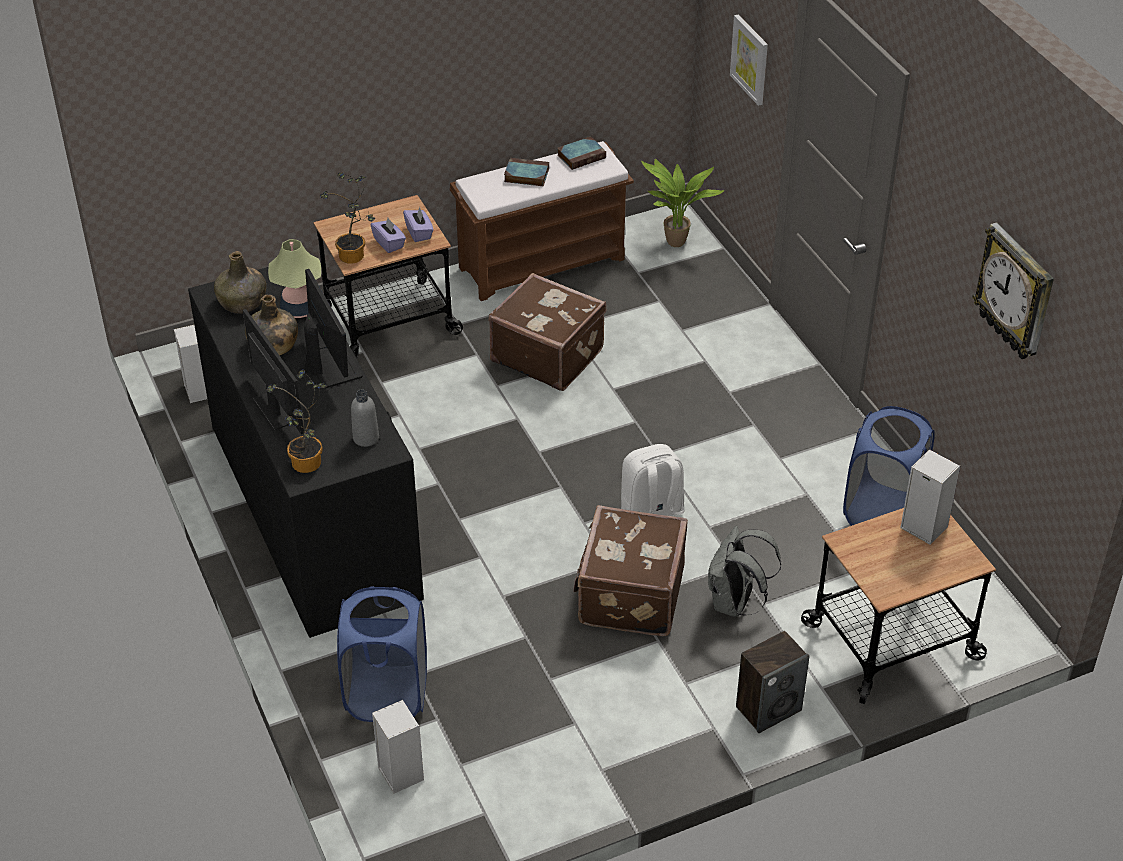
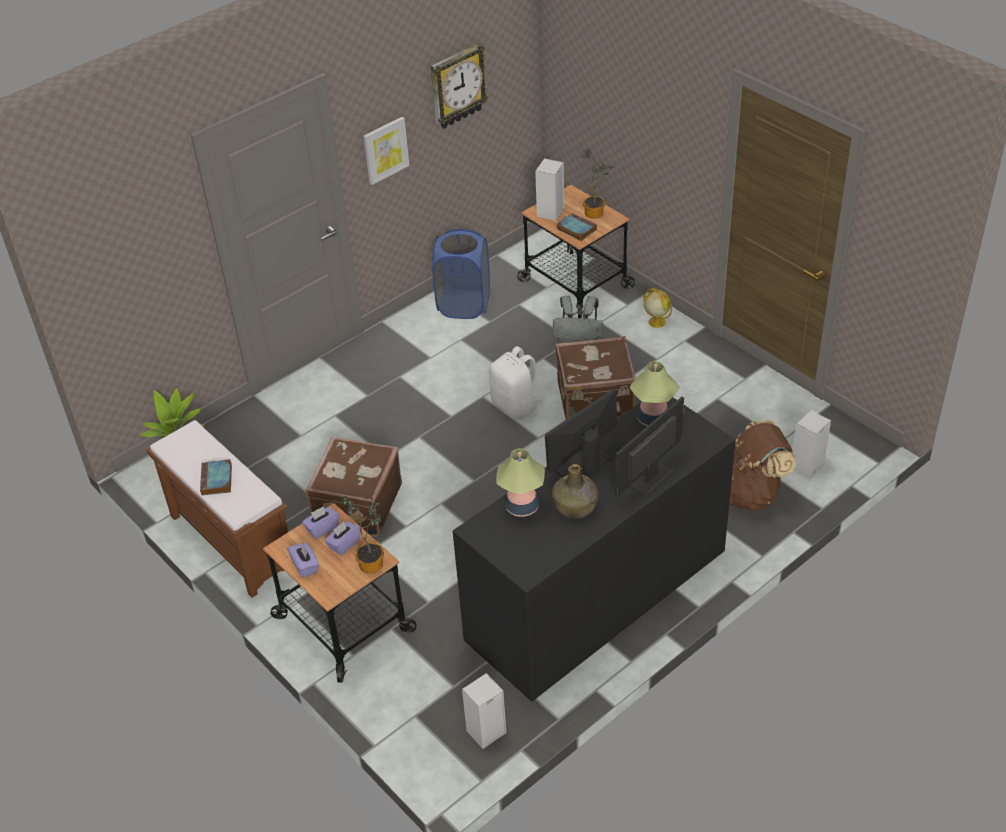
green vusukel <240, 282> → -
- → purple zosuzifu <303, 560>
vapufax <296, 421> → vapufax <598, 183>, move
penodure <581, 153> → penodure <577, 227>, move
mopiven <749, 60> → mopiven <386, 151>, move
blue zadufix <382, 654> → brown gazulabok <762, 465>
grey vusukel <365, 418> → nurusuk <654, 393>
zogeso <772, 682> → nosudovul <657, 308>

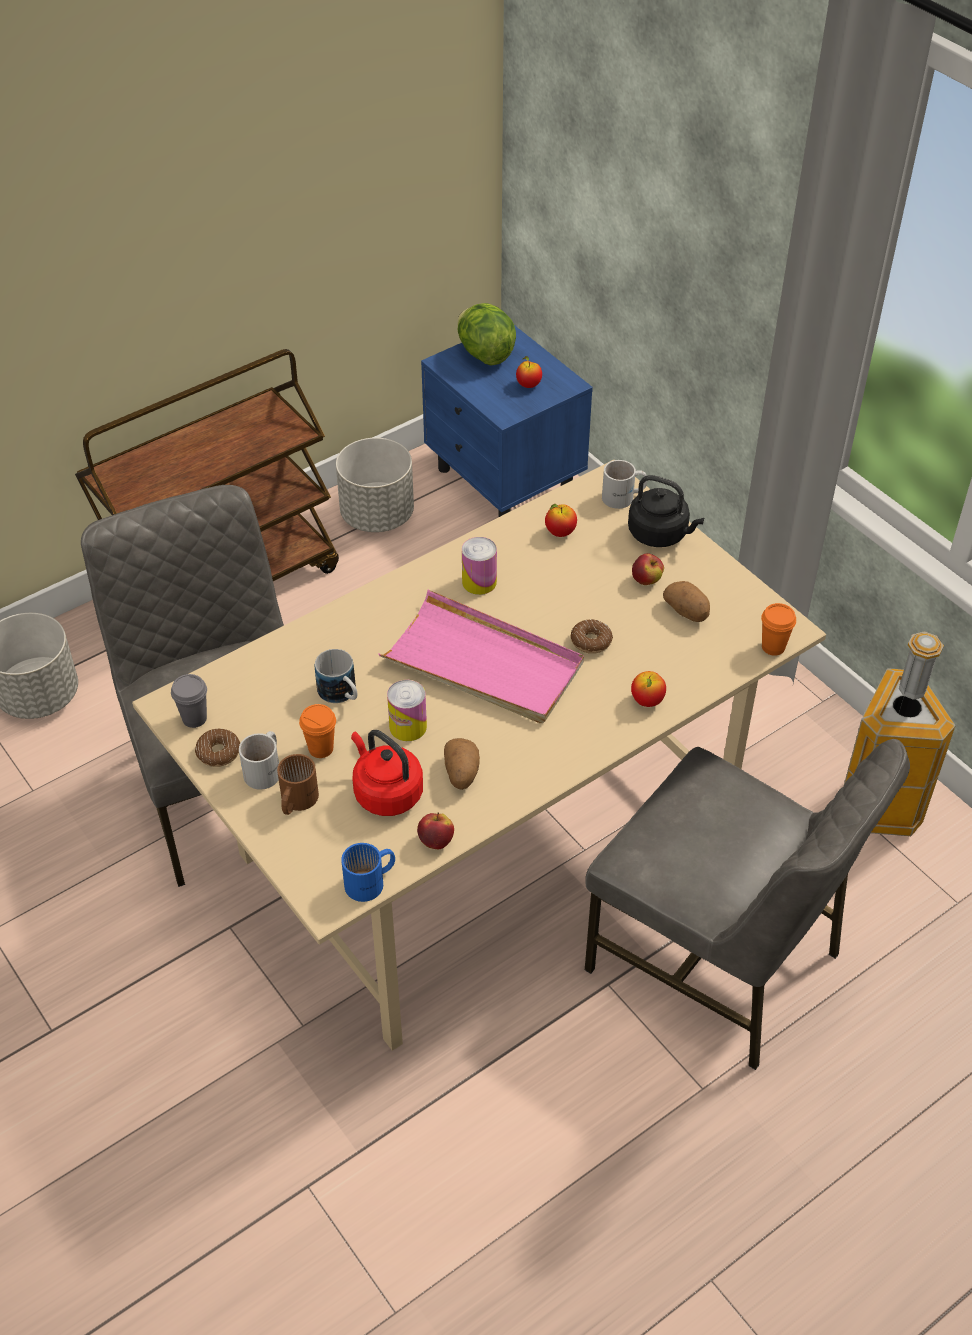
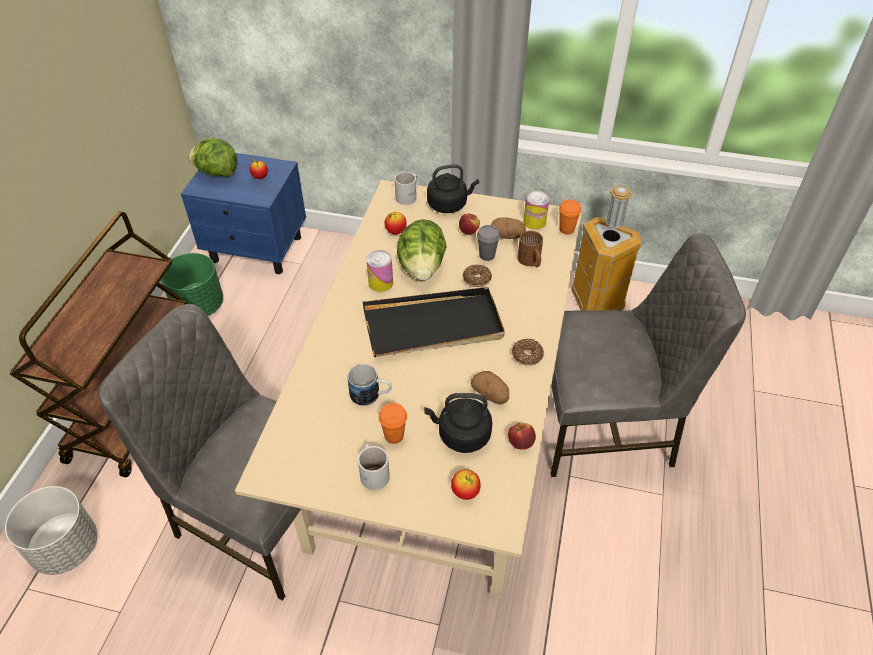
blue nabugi <368, 872> → -
- → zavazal <422, 250>
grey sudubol <189, 701> → grey sudubol <488, 243>, move
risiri <217, 748> → risiri <528, 352>, move
brown nabugi <298, 784> → brown nabugi <530, 249>, move
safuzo <407, 710> → safuzo <536, 210>, move
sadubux <648, 689> → sadubux <466, 484>, move
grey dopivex <375, 485> → green dopivex <192, 284>
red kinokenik <387, 773> → black kinokenik <458, 423>
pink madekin <481, 656> → black madekin <434, 322>

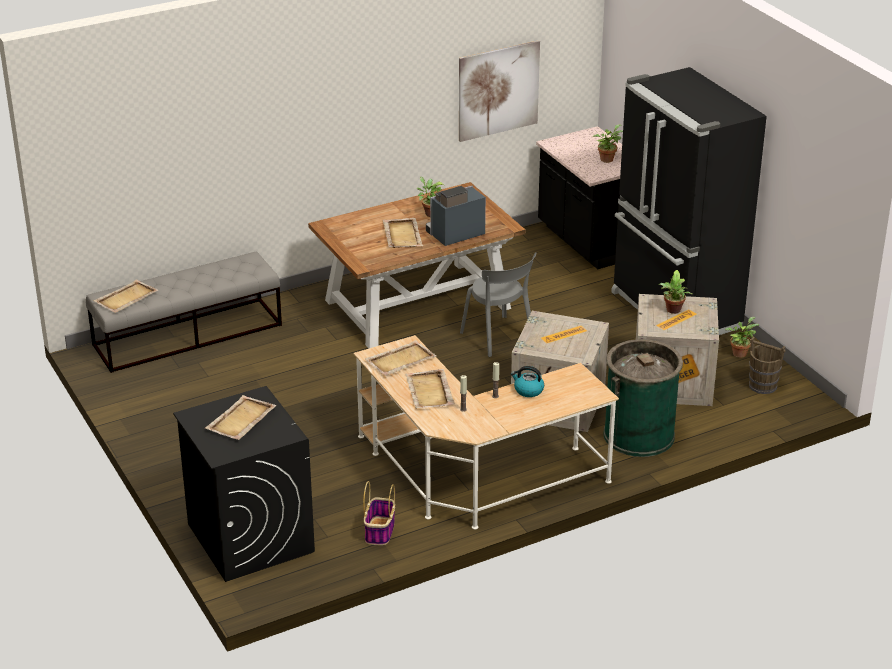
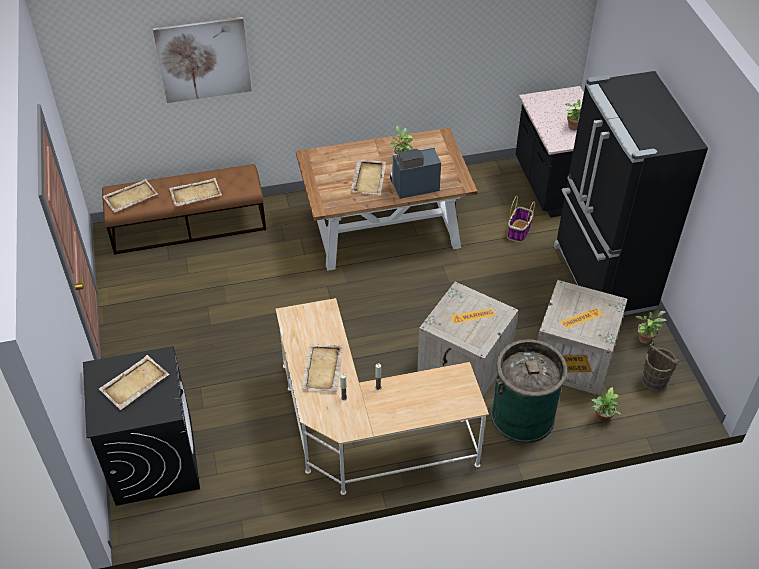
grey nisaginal <498, 304> → -
kinokenik <527, 381> → -
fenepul <379, 513> → fenepul <521, 219>, move
beige madekin <400, 358> → beige madekin <195, 192>, move
mopiven <499, 91> → mopiven <202, 60>, move
vapufax <676, 292> → vapufax <606, 405>, move
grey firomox <184, 312> → brown firomox <184, 209>

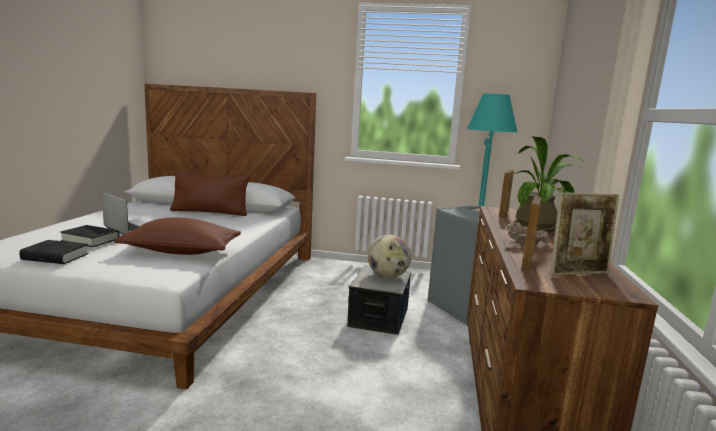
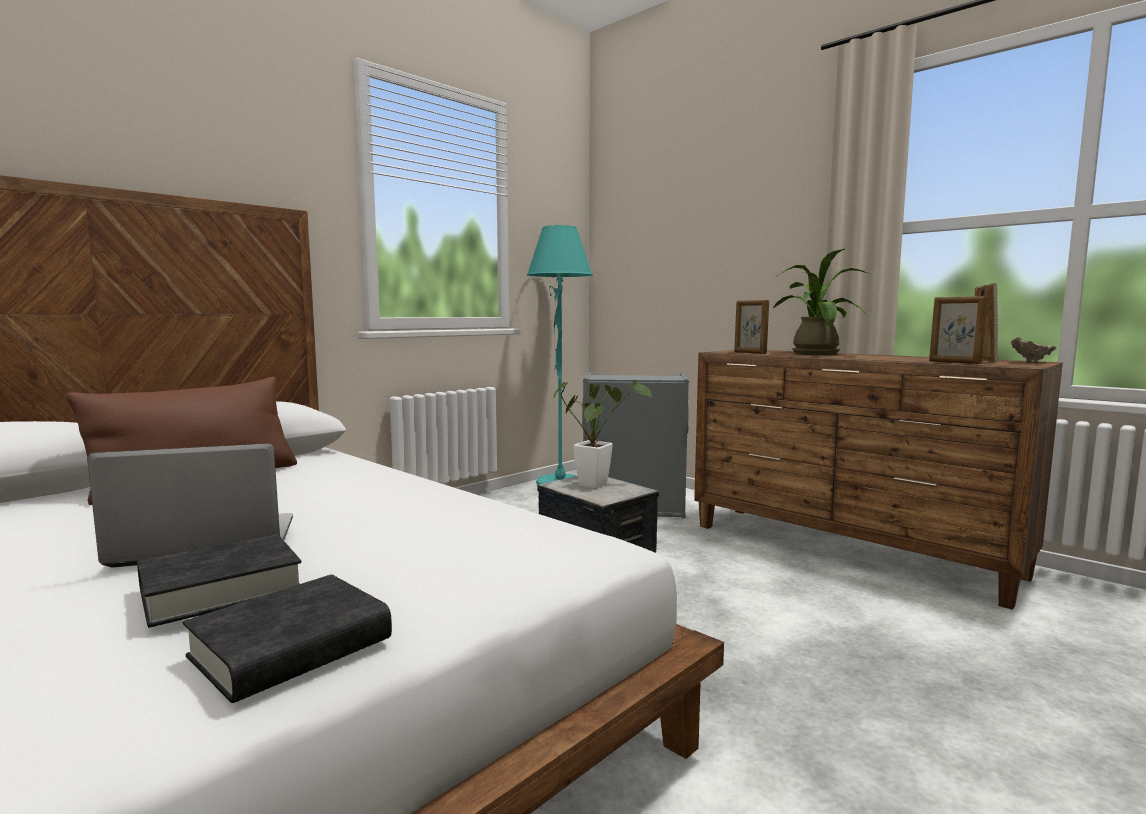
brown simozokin <177, 236> → -
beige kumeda <527, 233> → beige kumeda <1034, 349>, move
nosudovul <389, 256> → vapufax <602, 434>

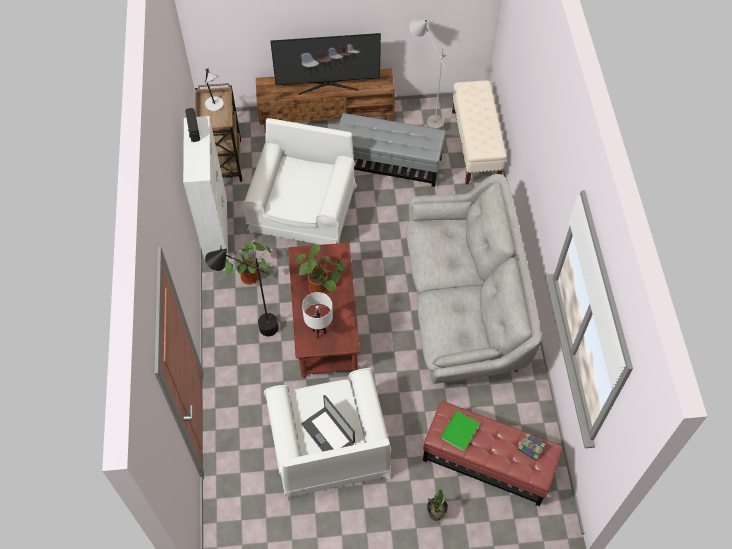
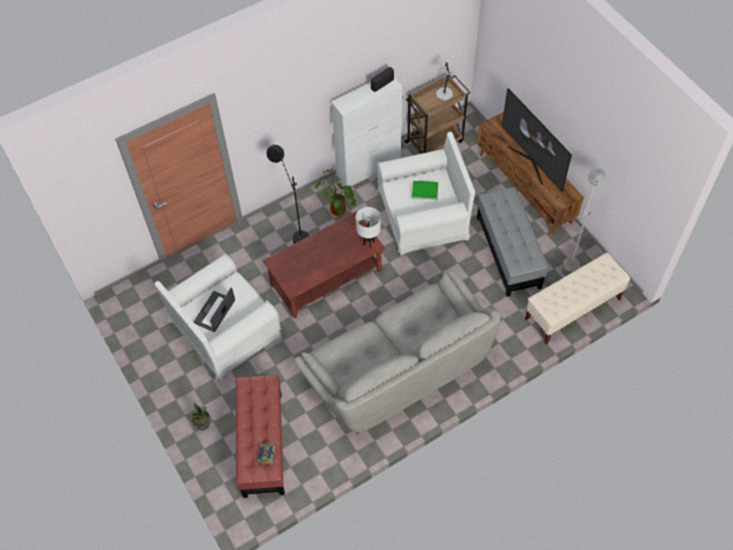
vapufax <319, 269> → -
white nurusuk <317, 315> → white nurusuk <368, 227>, move
green penodure <460, 431> → green penodure <425, 190>, move

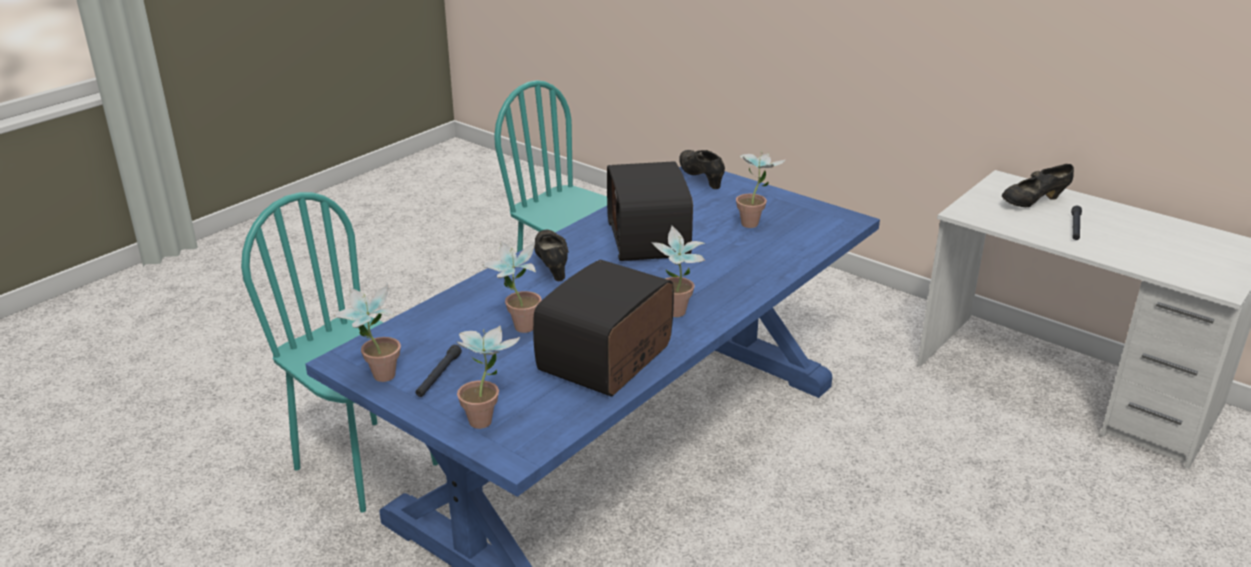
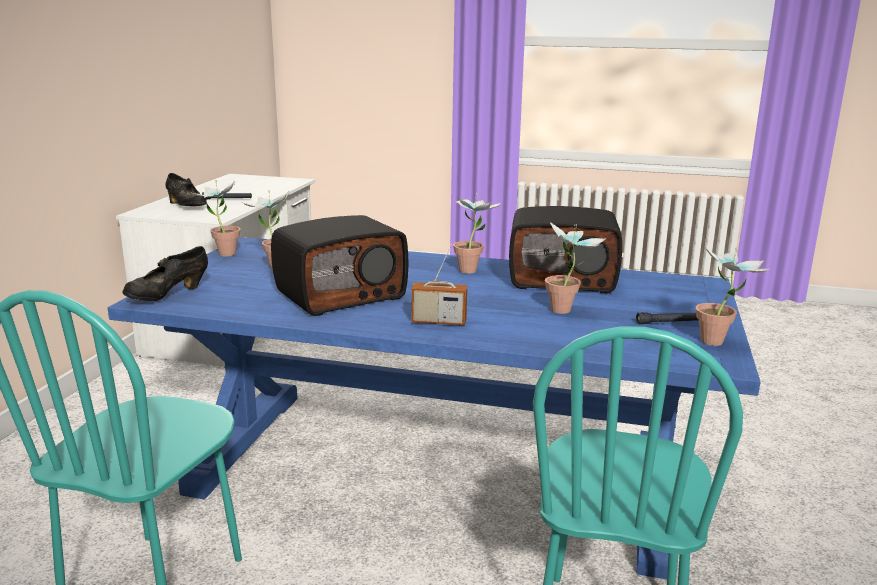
vapufax <488, 377> → vapufax <215, 218>, move
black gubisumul <551, 255> → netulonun <439, 284>

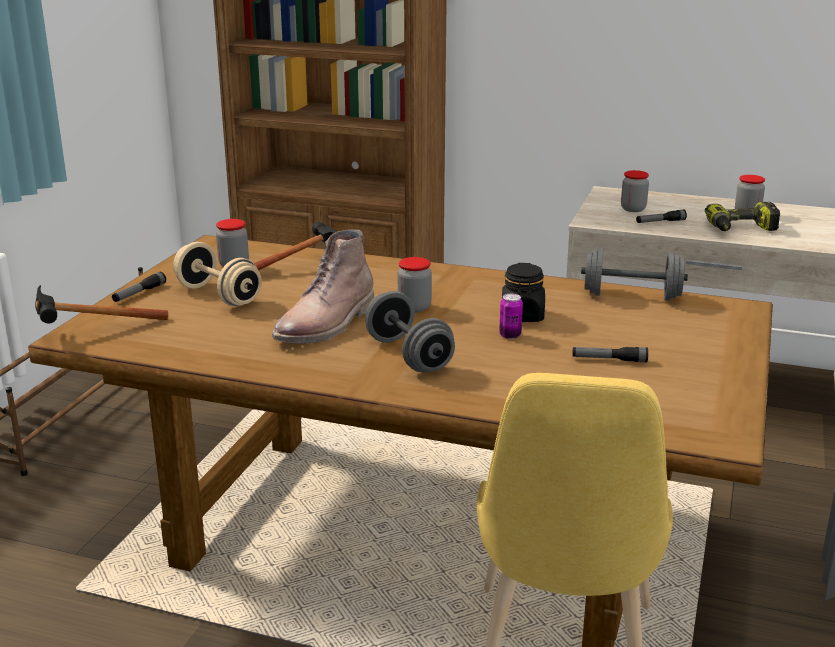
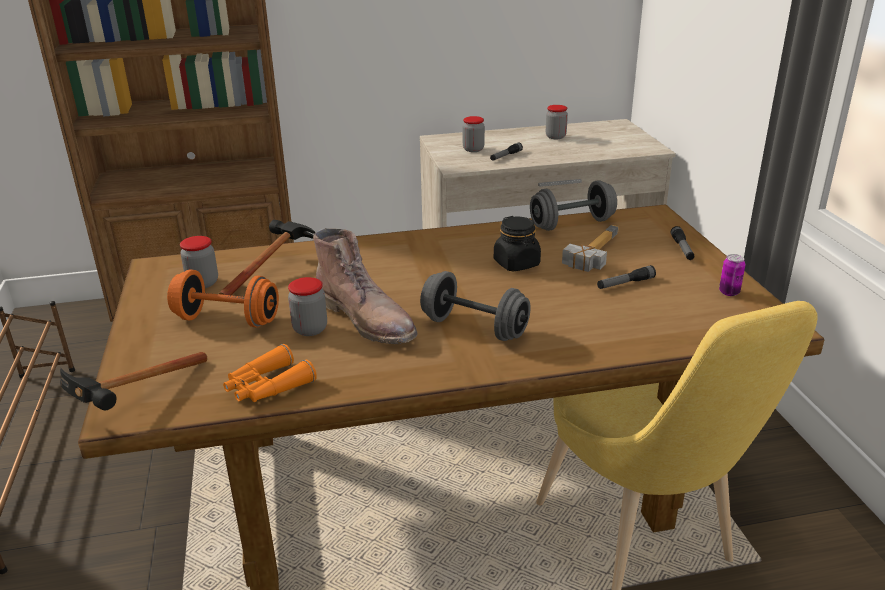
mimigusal <742, 216> → -
- → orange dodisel <270, 373>
- → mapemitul <590, 248>
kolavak <139, 287> → kolavak <682, 243>, move
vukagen <415, 285> → vukagen <307, 306>, move
safuzo <511, 316> → safuzo <732, 275>, move
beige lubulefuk <217, 274> → orange lubulefuk <223, 298>
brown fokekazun <323, 286> → brown fokekazun <365, 286>, 45 degrees counterclockwise

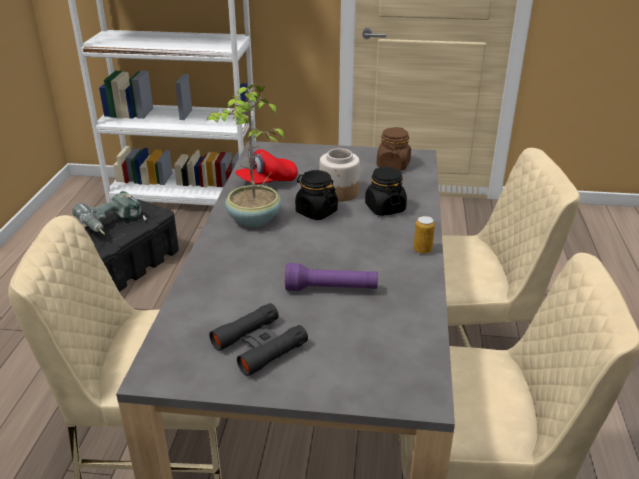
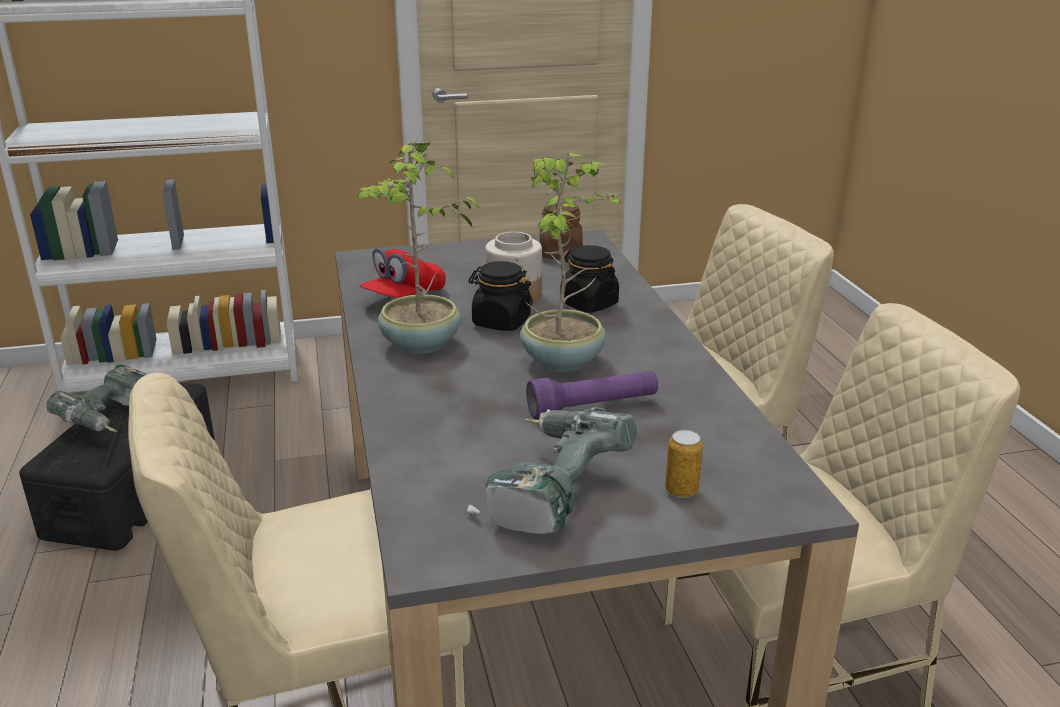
- → vapufax <571, 262>
safuzo <424, 235> → safuzo <684, 464>, move
black dodisel <258, 339> → mimigusal <552, 470>

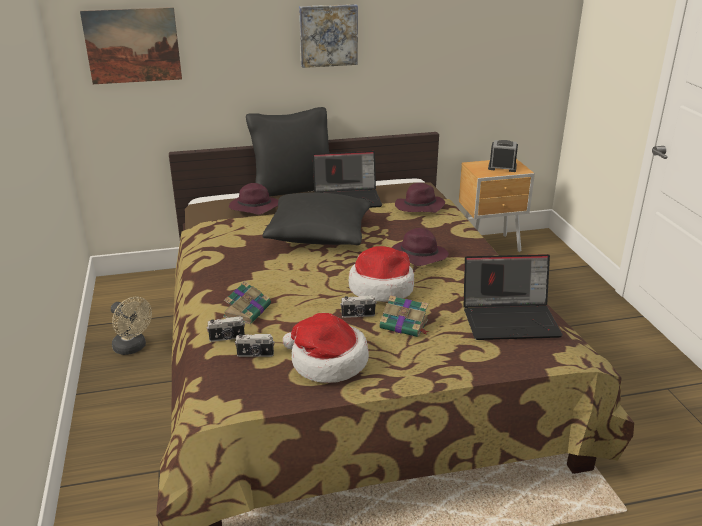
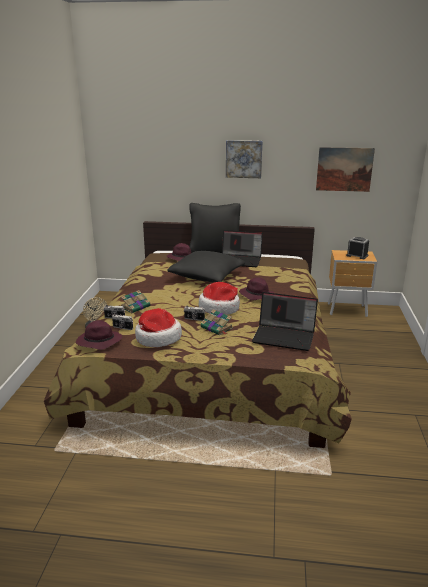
mopiven <131, 45> → mopiven <345, 169>, move
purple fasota <420, 198> → purple fasota <99, 335>, move

